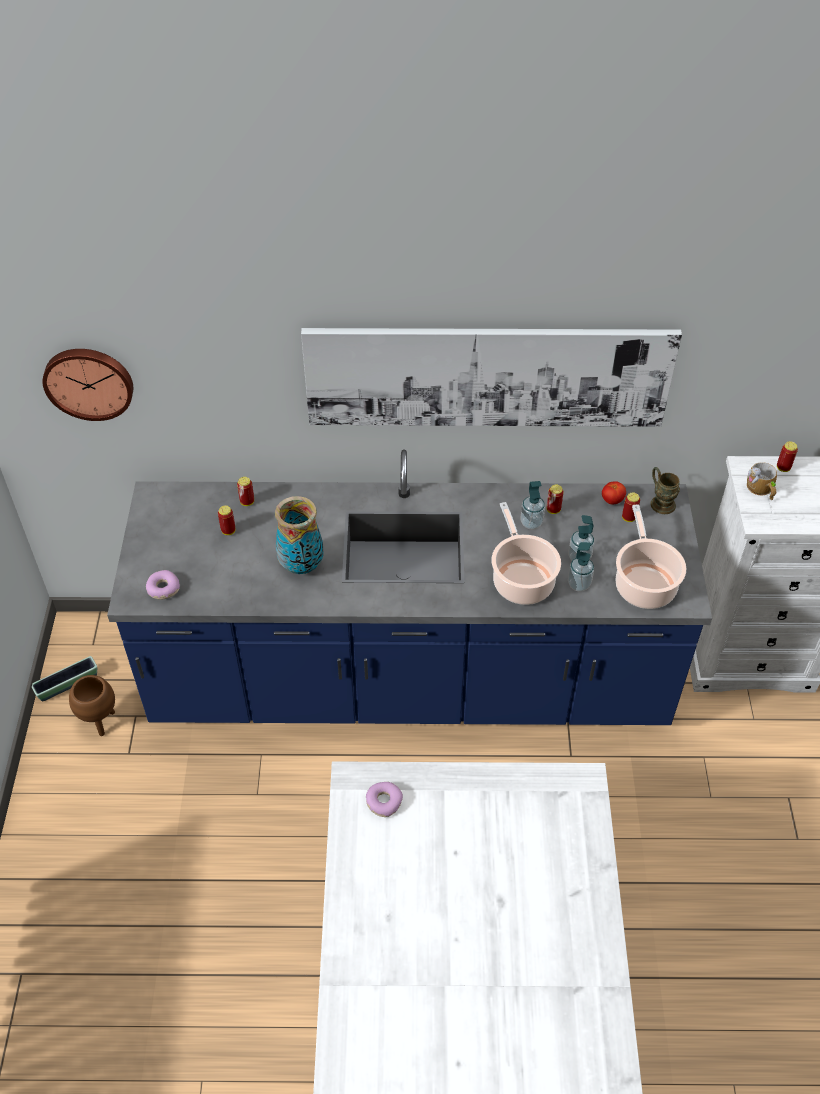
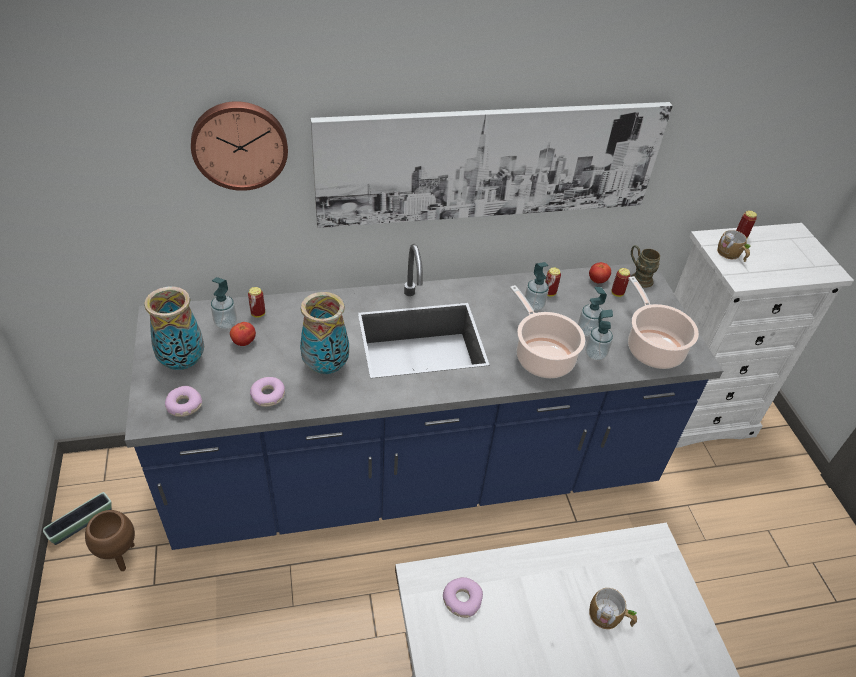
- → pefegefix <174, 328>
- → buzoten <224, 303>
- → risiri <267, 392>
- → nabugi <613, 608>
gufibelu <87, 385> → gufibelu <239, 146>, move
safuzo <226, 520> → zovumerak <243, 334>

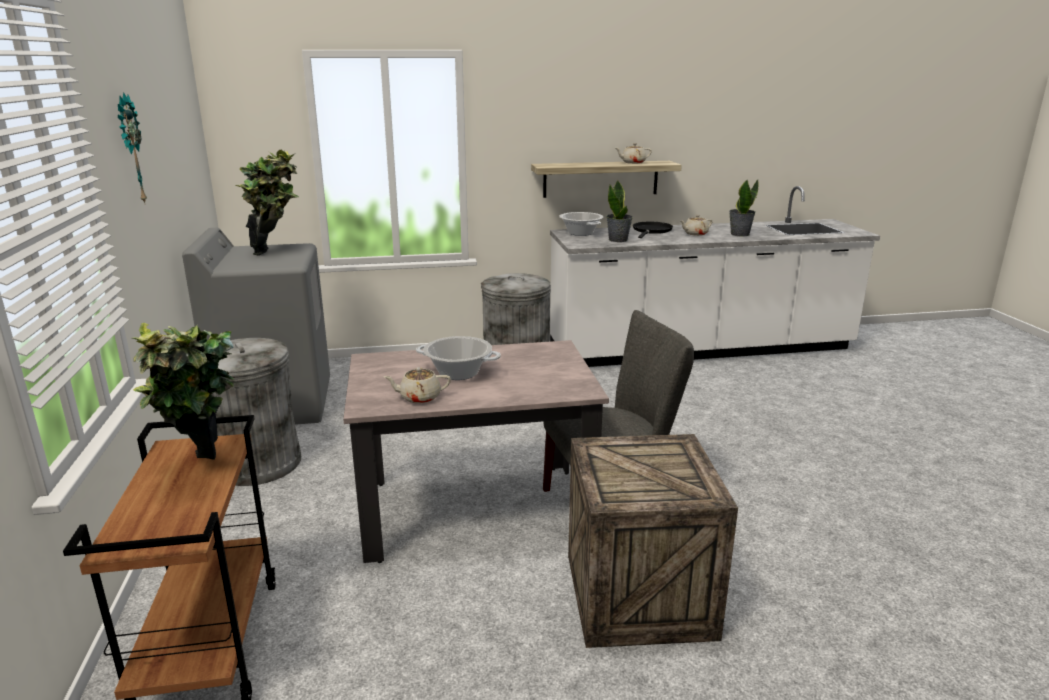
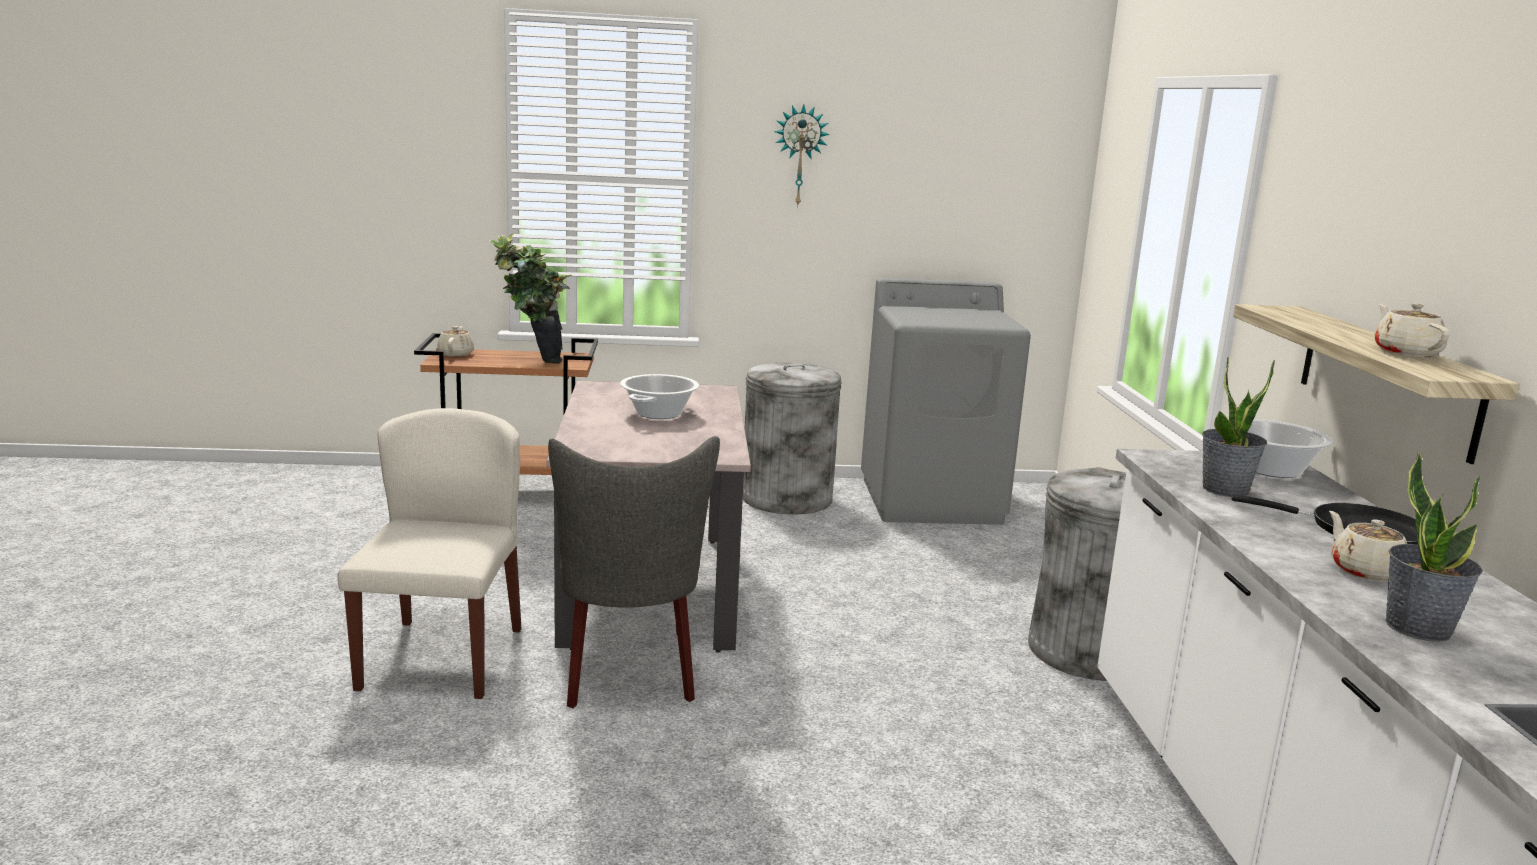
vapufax <267, 202> → -
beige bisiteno <417, 385> → beige bisiteno <455, 341>, move
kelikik <653, 541> → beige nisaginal <429, 553>

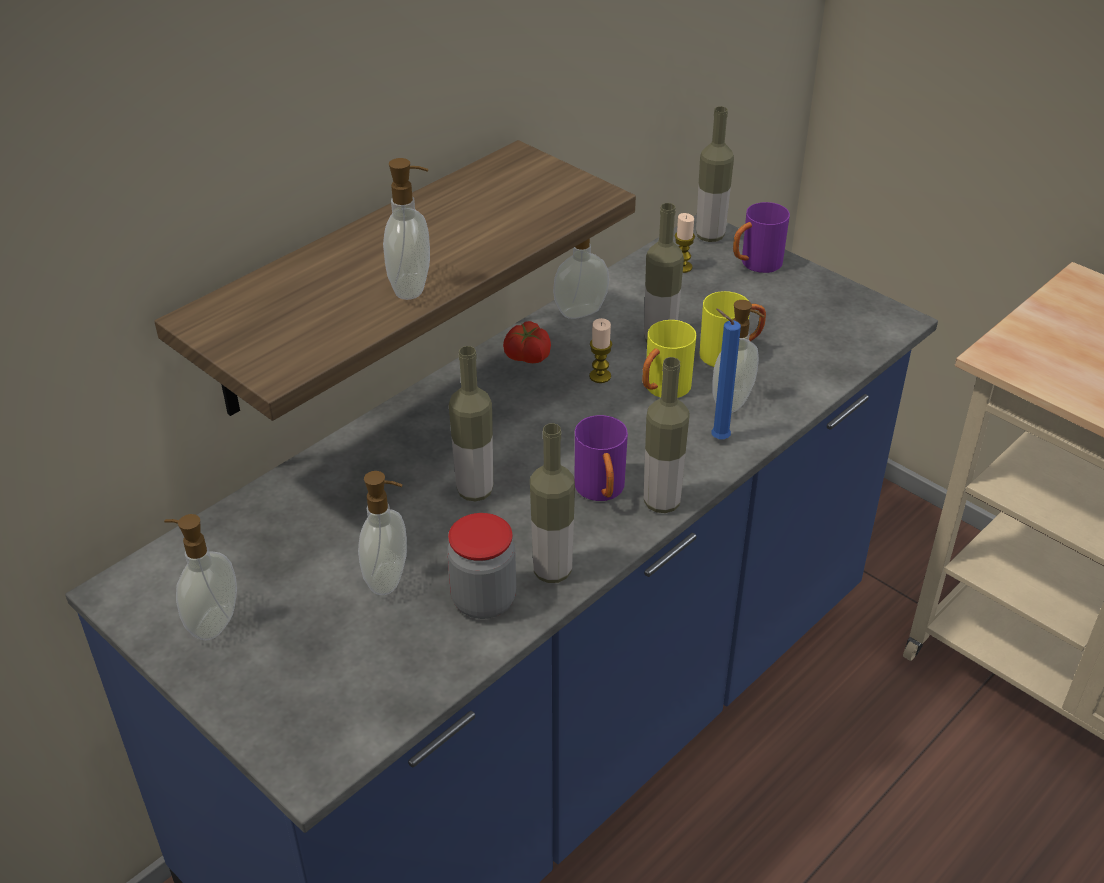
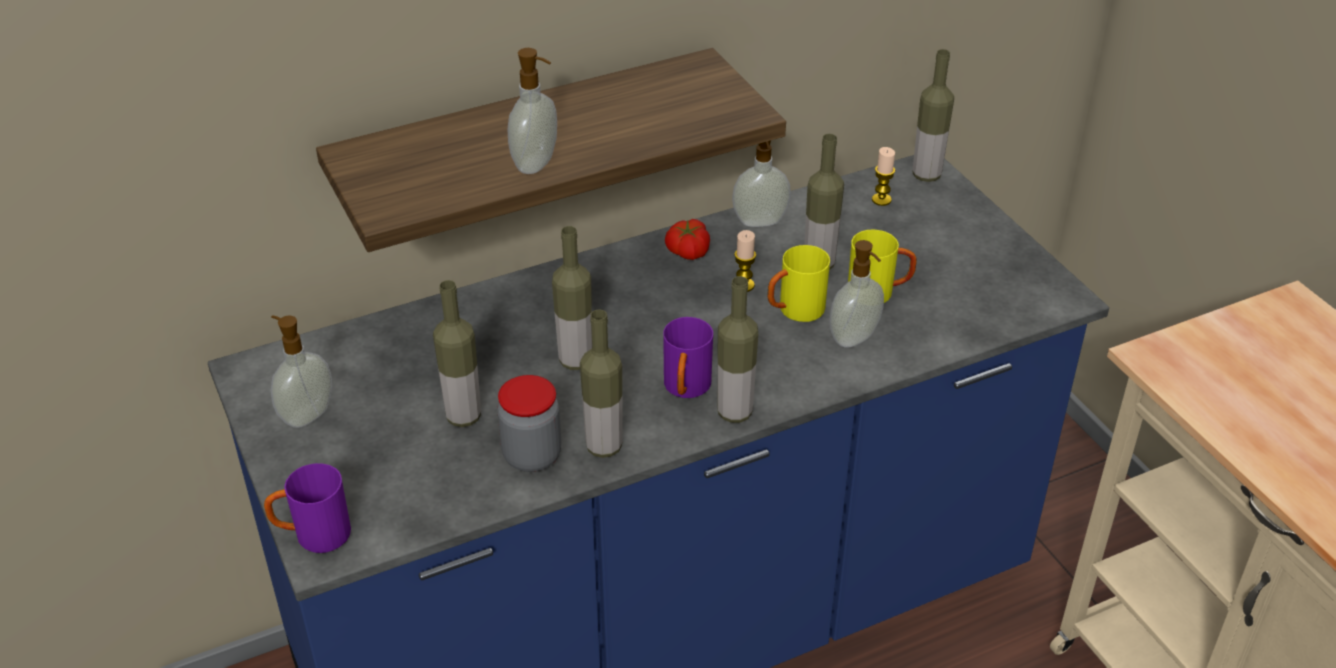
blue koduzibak <726, 374> → -
purple nabugi <761, 237> → purple nabugi <307, 508>, move
buzoten <382, 533> → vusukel <457, 353>

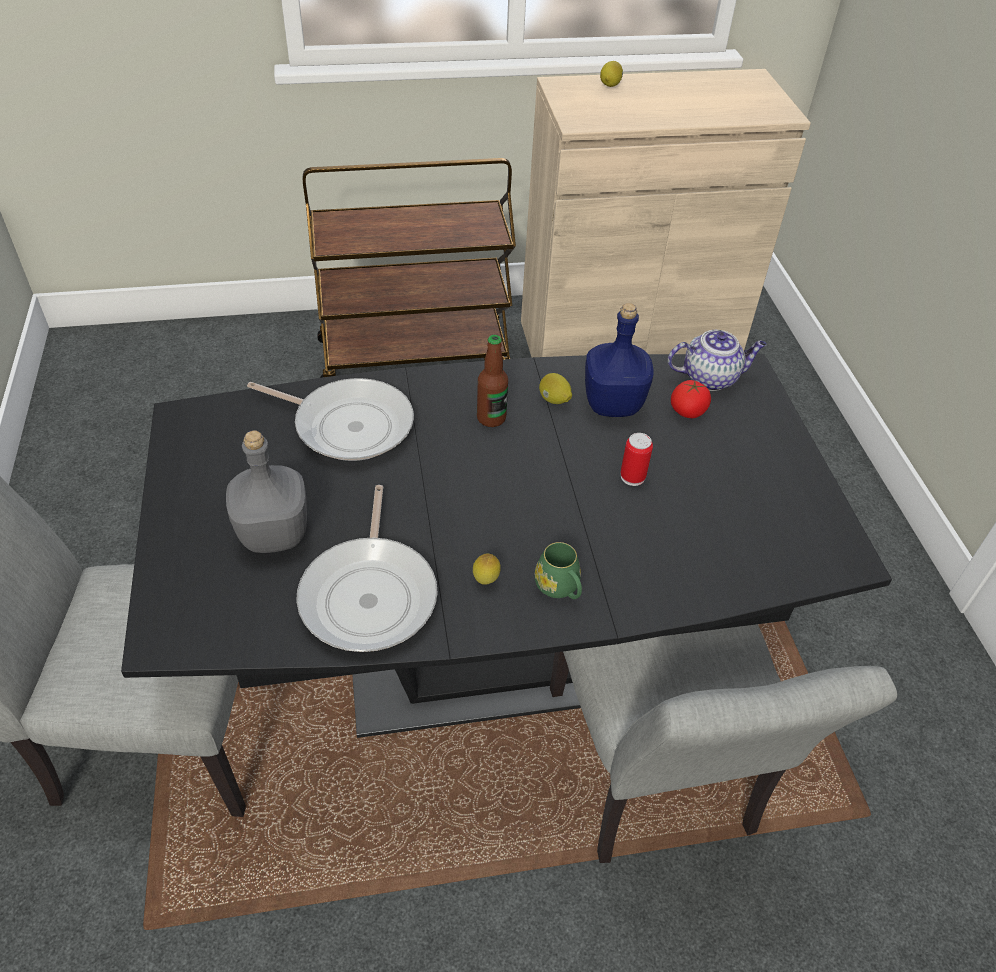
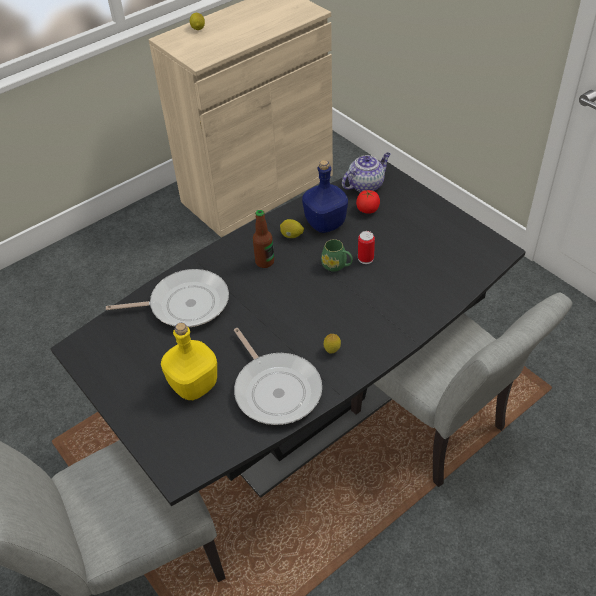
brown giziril <409, 268> → -
green nabugi <558, 570> → green nabugi <337, 255>, move
grey vusukel <266, 491> → yellow vusukel <189, 361>

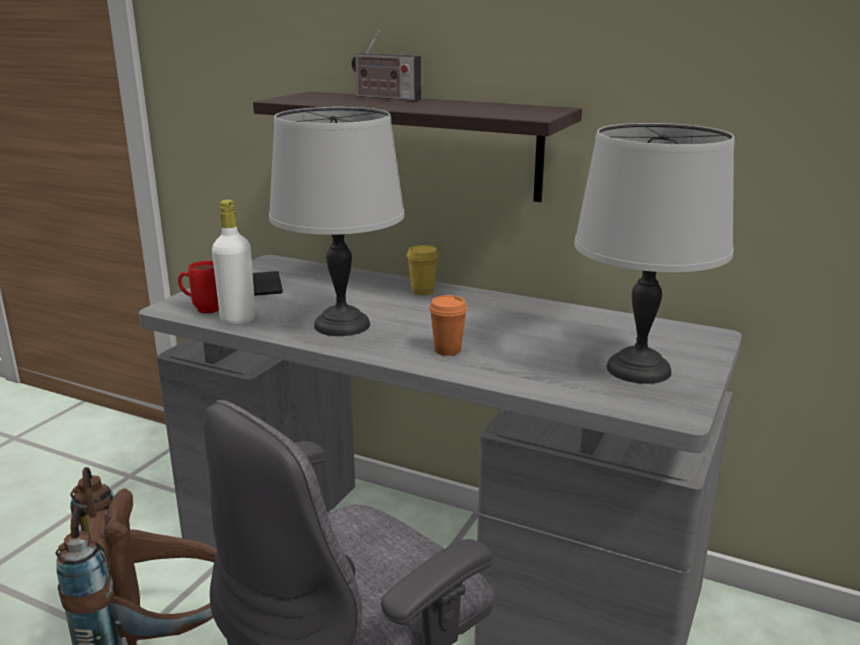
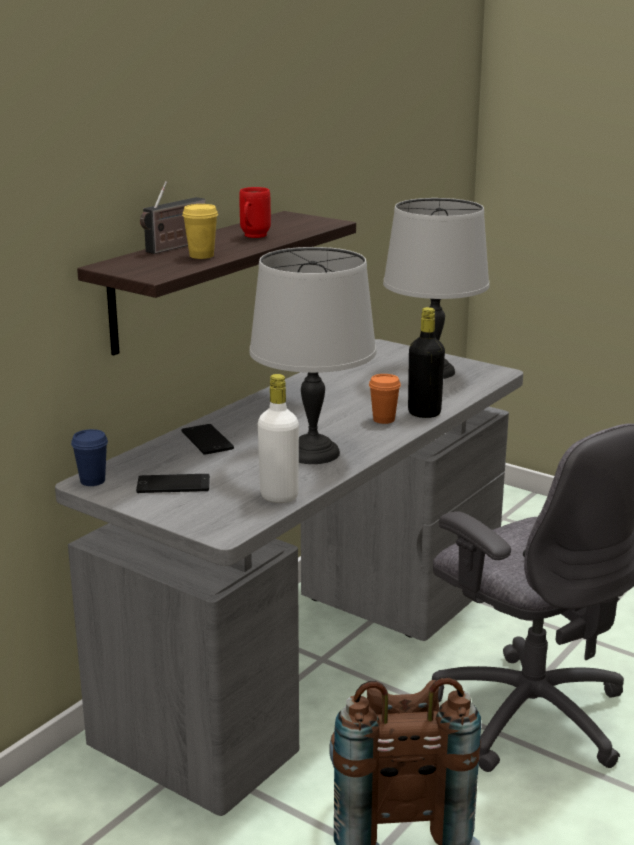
- → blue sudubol <89, 457>
- → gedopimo <208, 439>
- → black vusukel <426, 362>
red nabugi <198, 287> → red nabugi <255, 212>, move
yellow sudubol <423, 270> → yellow sudubol <200, 231>, move

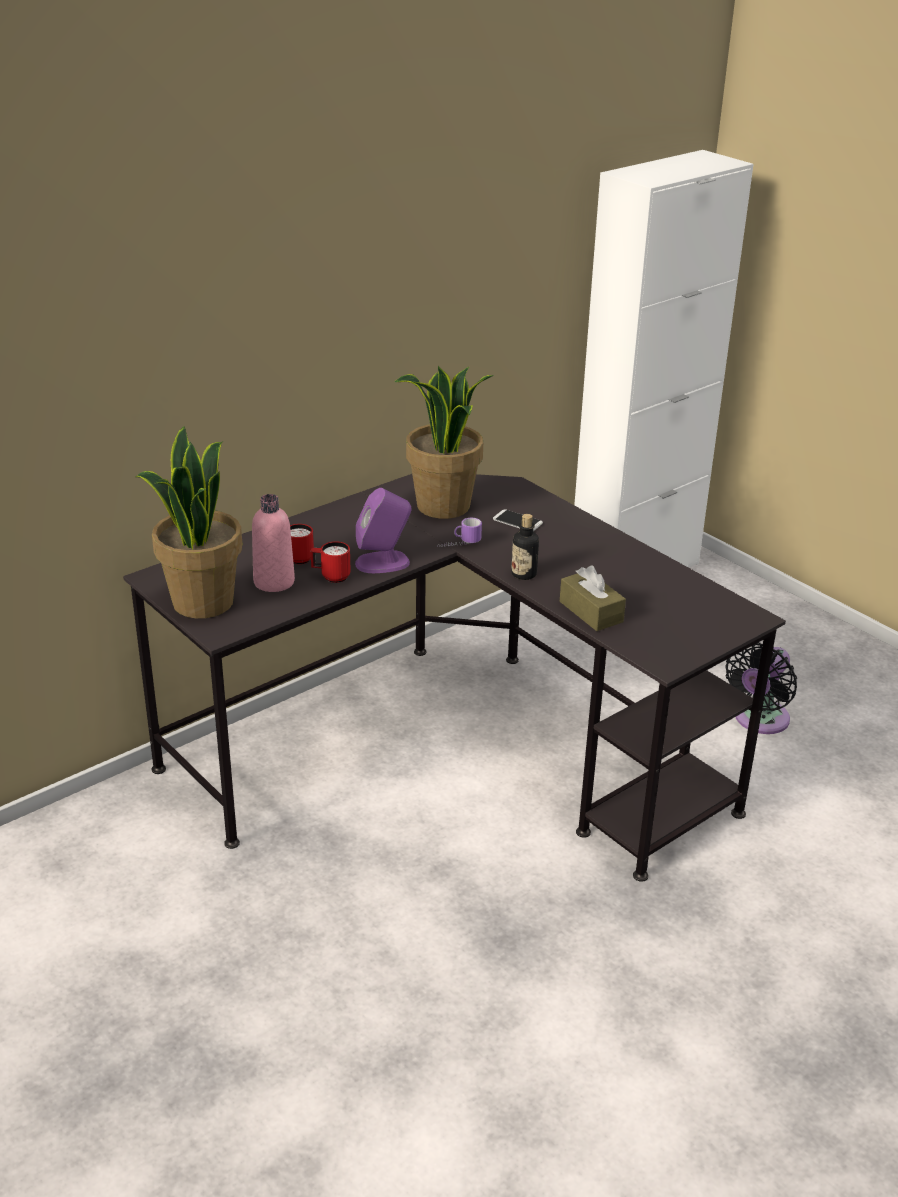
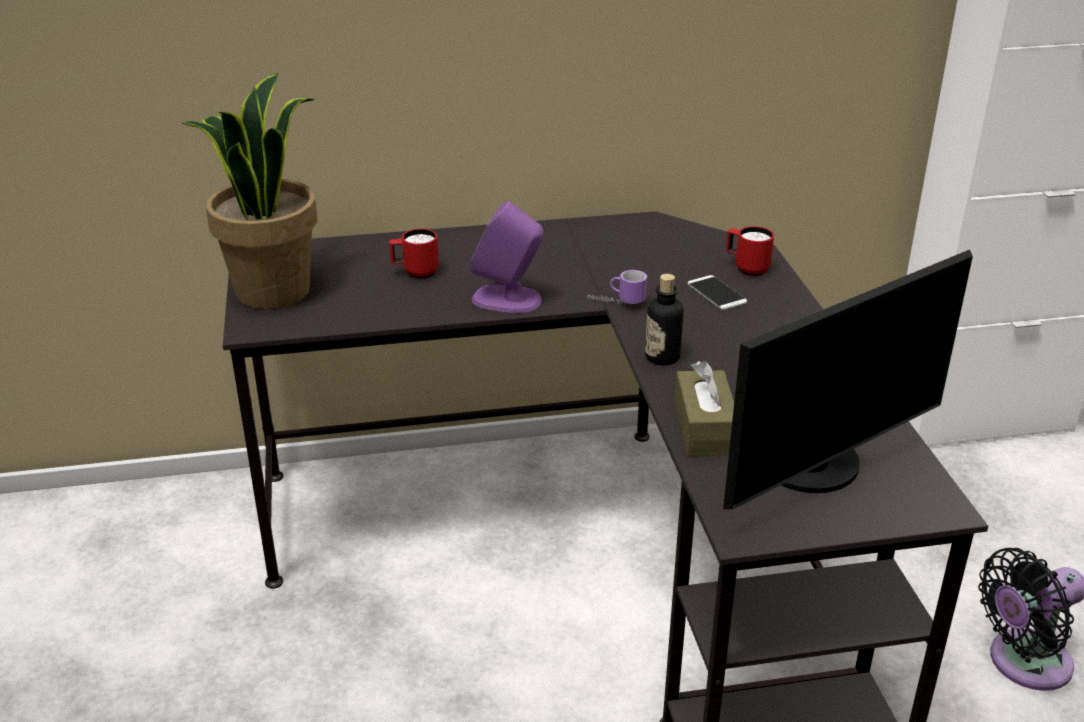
pink vusukel <273, 543> → -
vapufax <444, 442> → -
- → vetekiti <848, 379>
red nabugi <331, 562> → red nabugi <750, 251>, move

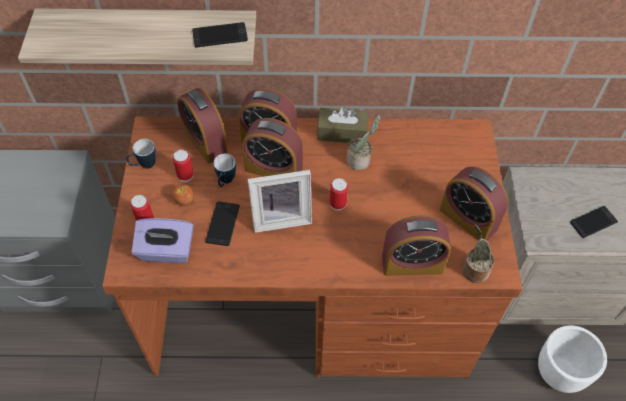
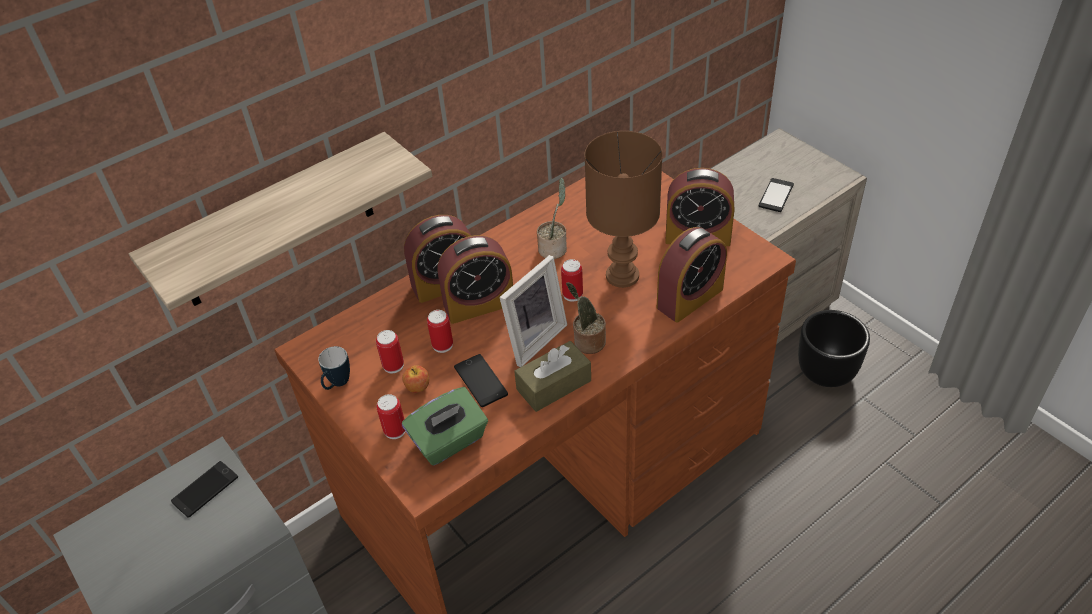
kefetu <202, 126> → -
- → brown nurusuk <623, 209>
gedopimo <220, 35> → gedopimo <204, 489>, move
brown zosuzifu <342, 124> → brown zosuzifu <552, 376>, move
vapufax <478, 253> → vapufax <586, 318>, move
nabugi <224, 170> → safuzo <440, 331>
purple zosuzifu <163, 240> → green zosuzifu <445, 426>
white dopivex <572, 359> → black dopivex <834, 348>

